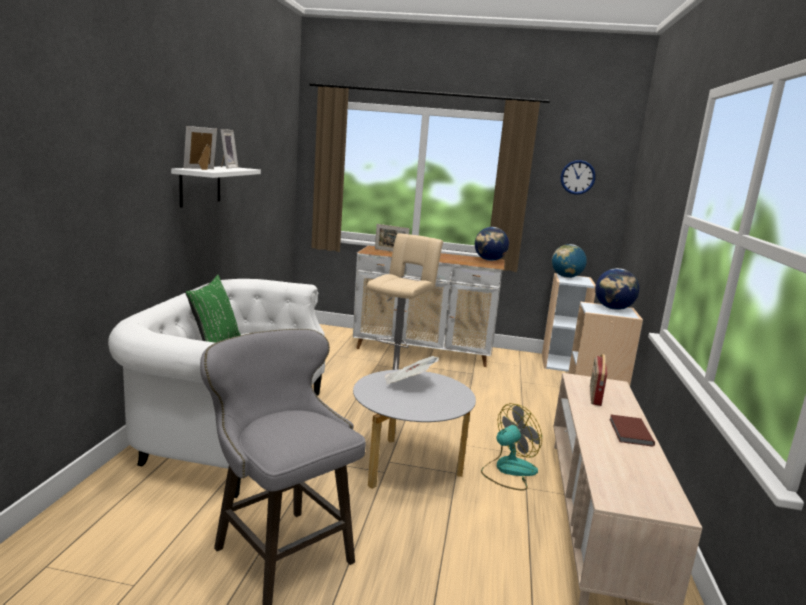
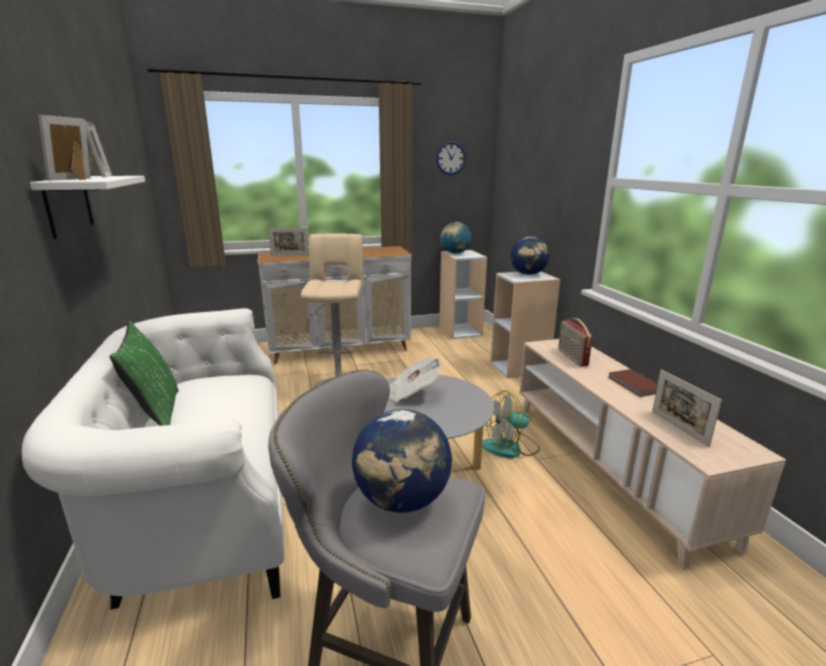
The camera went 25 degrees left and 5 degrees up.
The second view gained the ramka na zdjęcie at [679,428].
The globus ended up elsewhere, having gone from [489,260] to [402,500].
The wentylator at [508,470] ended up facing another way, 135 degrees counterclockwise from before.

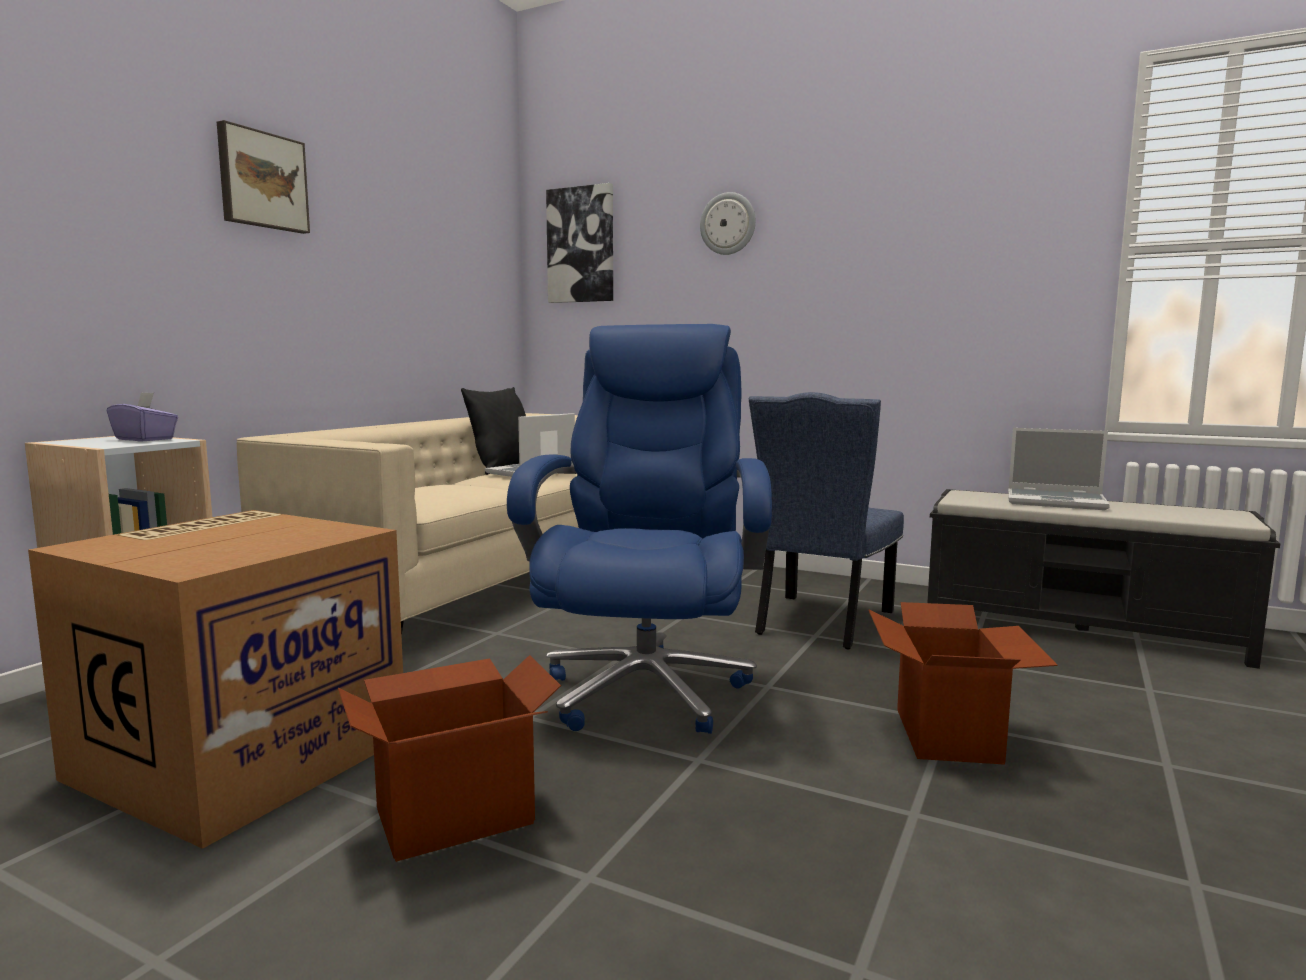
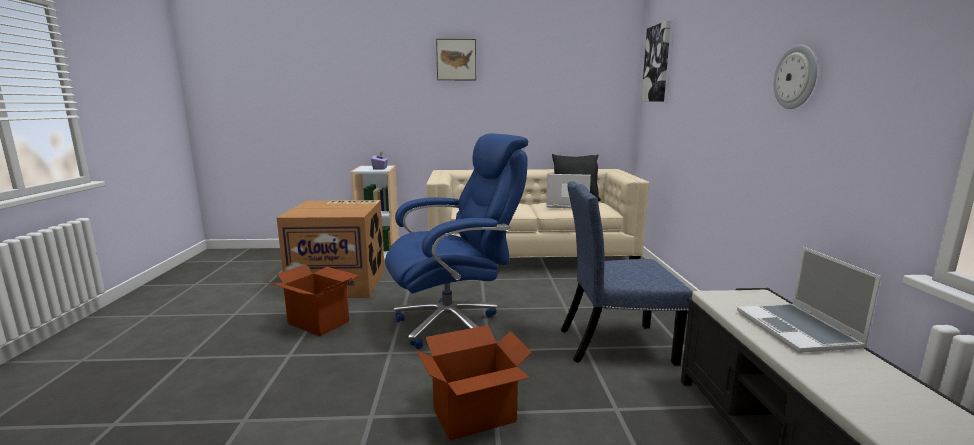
The camera went 60 degrees right and 5 degrees up.
The zegar ścienny ended up elsewhere, having gone from [728,224] to [796,77].

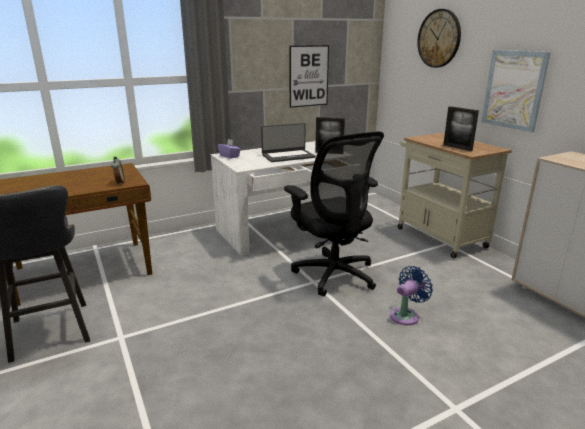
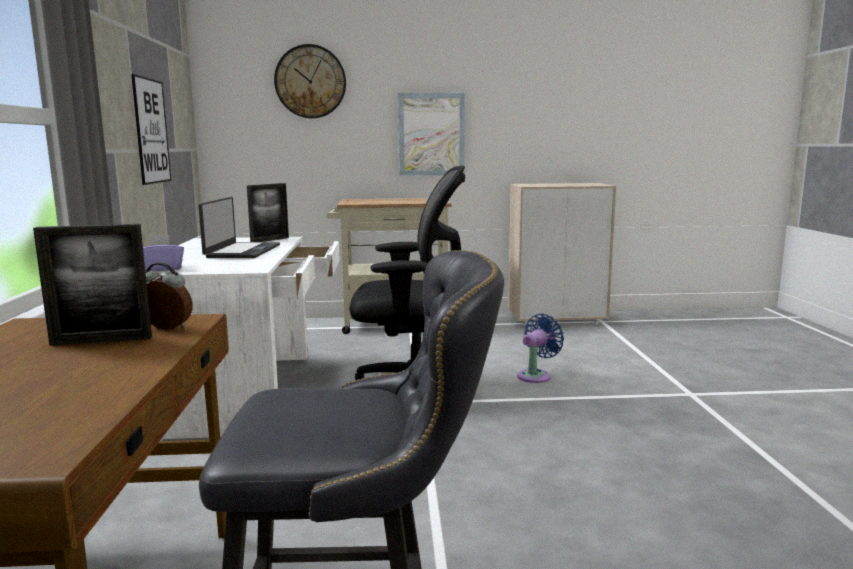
The camera went 65 degrees left and 10 degrees down.
The ramka na zdjęcie ended up elsewhere, having gone from [457,148] to [101,340].
The wentylator [niebieski] at [406,315] ended up facing another way, 60 degrees clockwise from before.

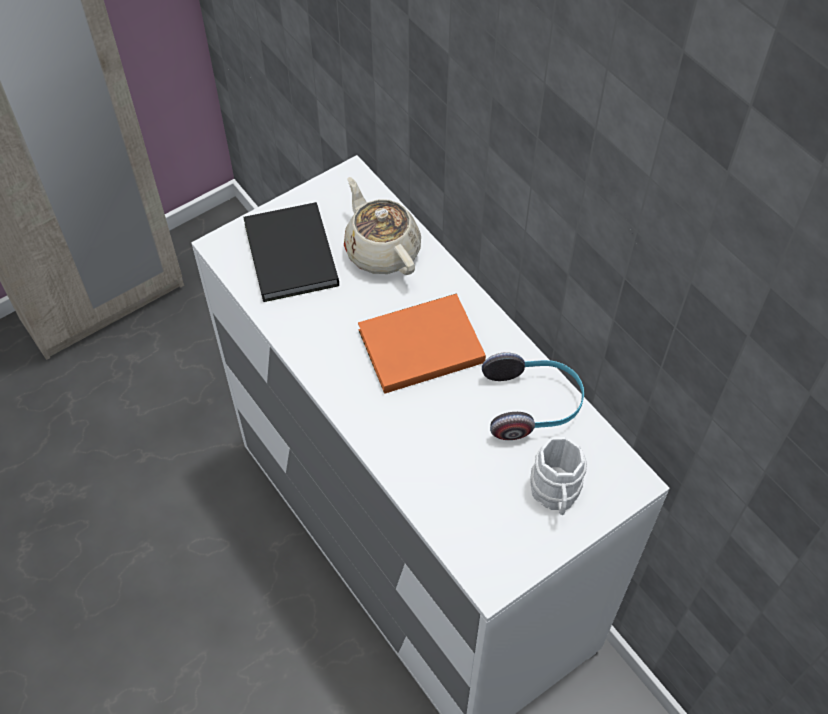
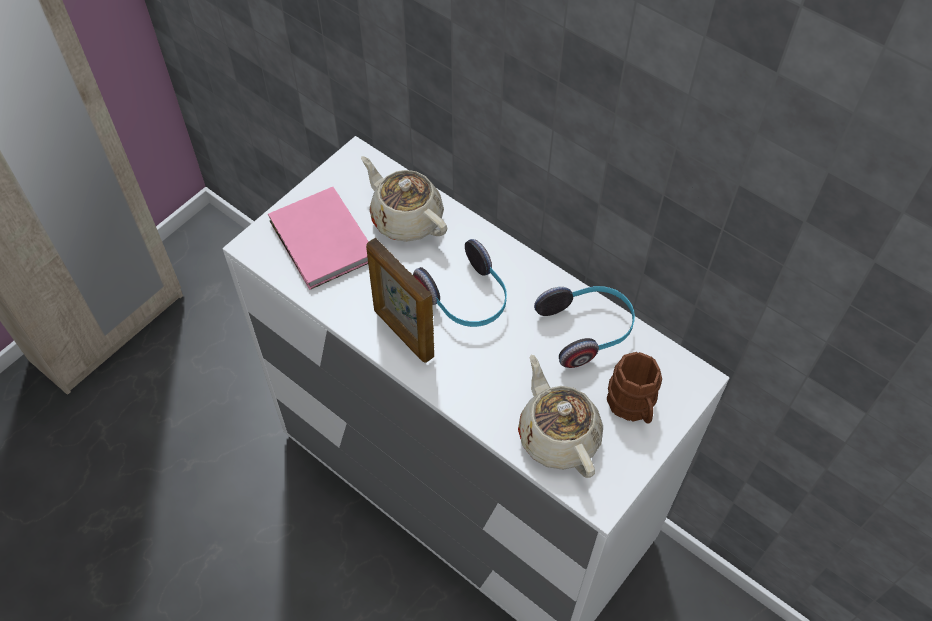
The camera went 15 degrees left and 0 degrees up.
The second view gained the ramka na zdjęcie at [403,333].
The second view gained the imbryk [beżowy] at [558,435].
Where the książka [pomarańczowy] stood at [417,345], the słuchawki came to stand at [466,299].
What was the książka [czarny] at [290,257] turned into the książka [różowy] at [322,243].
What was the kubek [biały] at [555,495] turned into the kubek [brązowy] at [632,407].

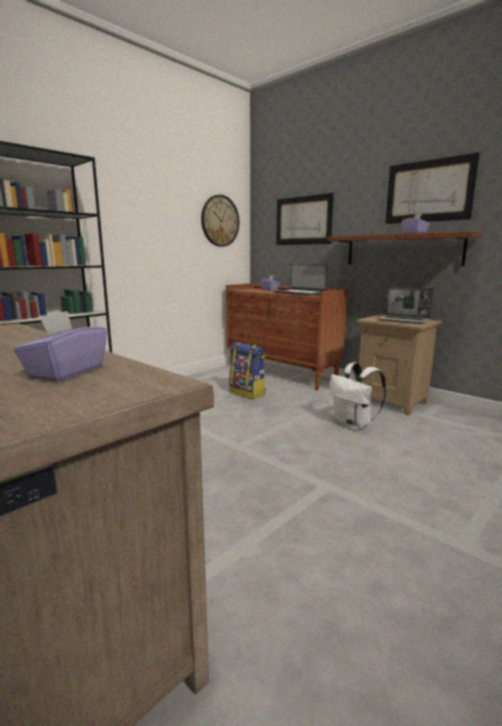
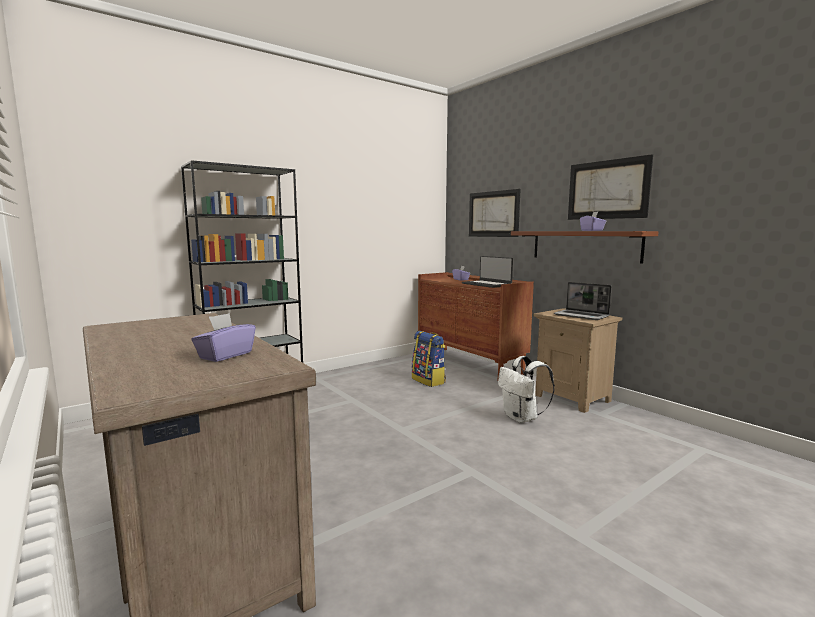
The camera went 10 degrees right and 5 degrees down.
The second view lost the zegar ścienny at [220,221].

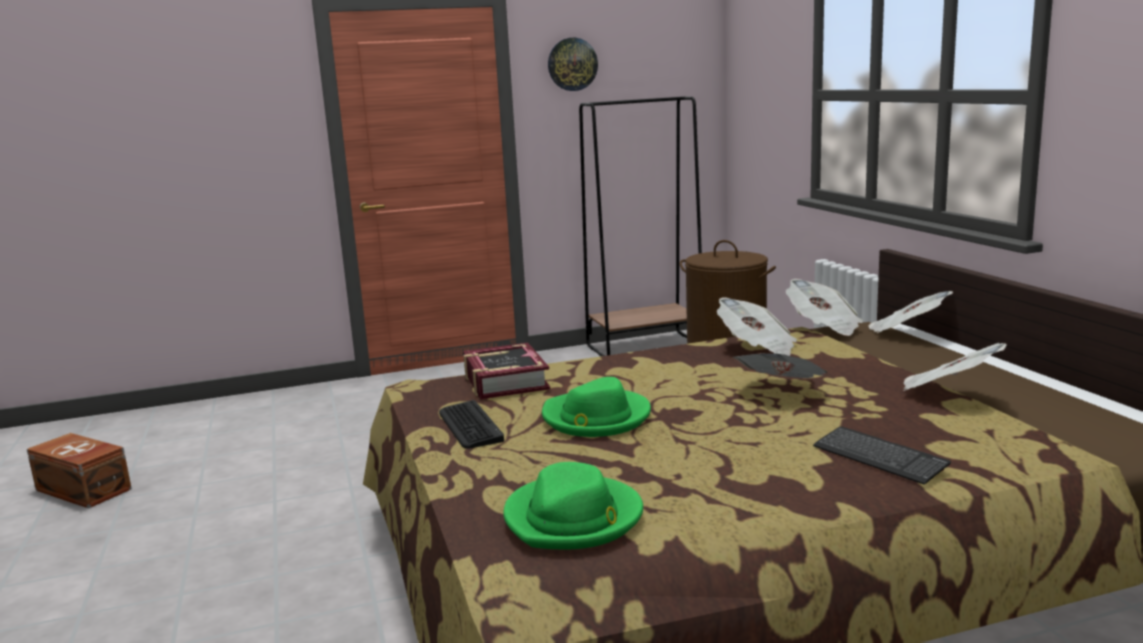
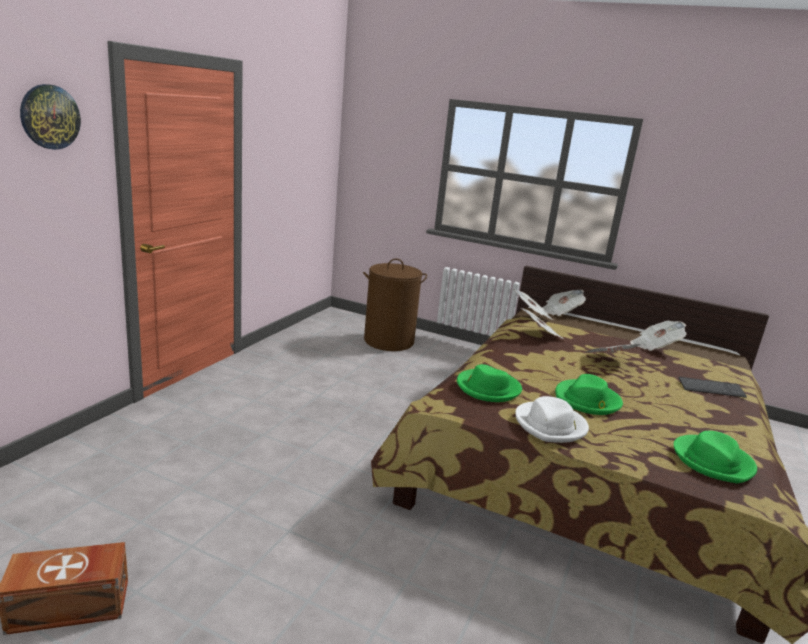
The camera went 50 degrees left and 5 degrees up.
The second view lost the wieszak at [645,347].
The zegar ścienny ended up elsewhere, having gone from [572,64] to [50,117].
Where the klawiatura stood at [469,426], the kapelusz [biały] came to stand at [550,425].
Where the książka stood at [504,381], the kapelusz [zielony] came to stand at [488,388].

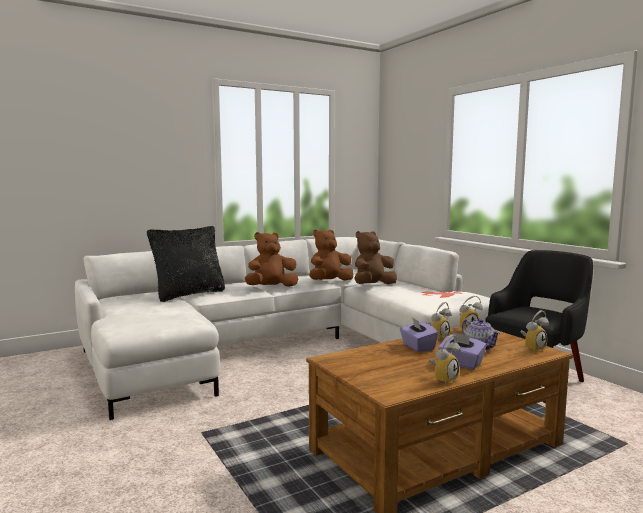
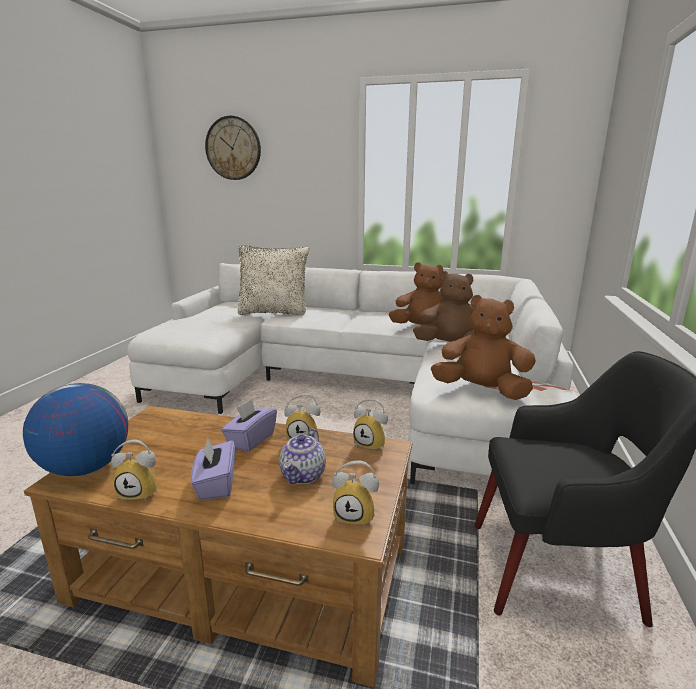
The camera went 45 degrees right and 10 degrees up.
The second view gained the globus at [85,468].
The second view gained the zegar ścienny at [233,148].
The pluszak [brązowy] ended up elsewhere, having gone from [271,287] to [481,391].
What was the poduszka [czarny] at [190,295] turned into the poduszka [beżowy] at [274,313].

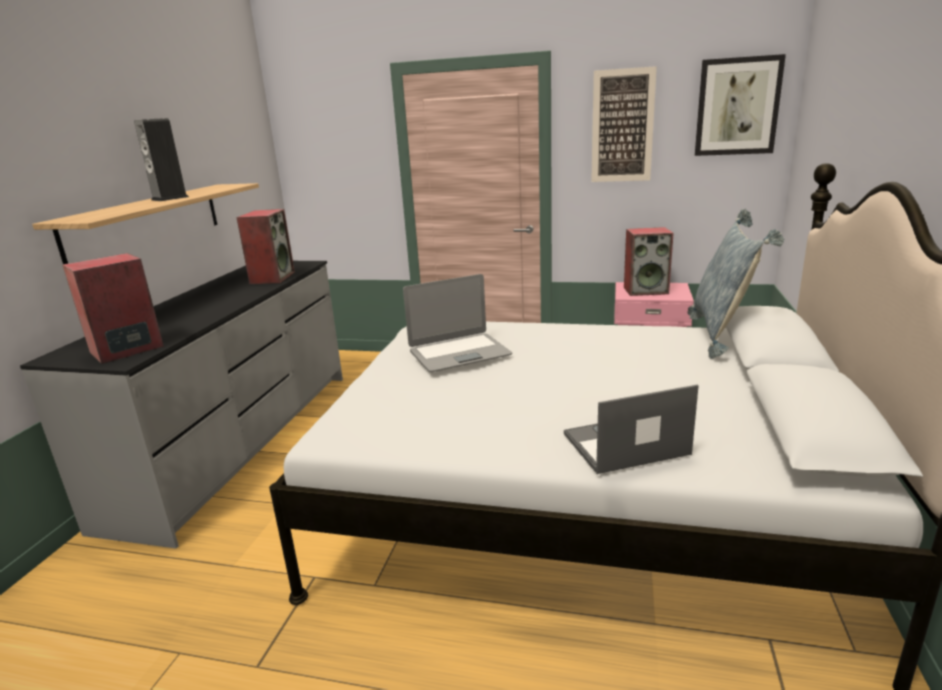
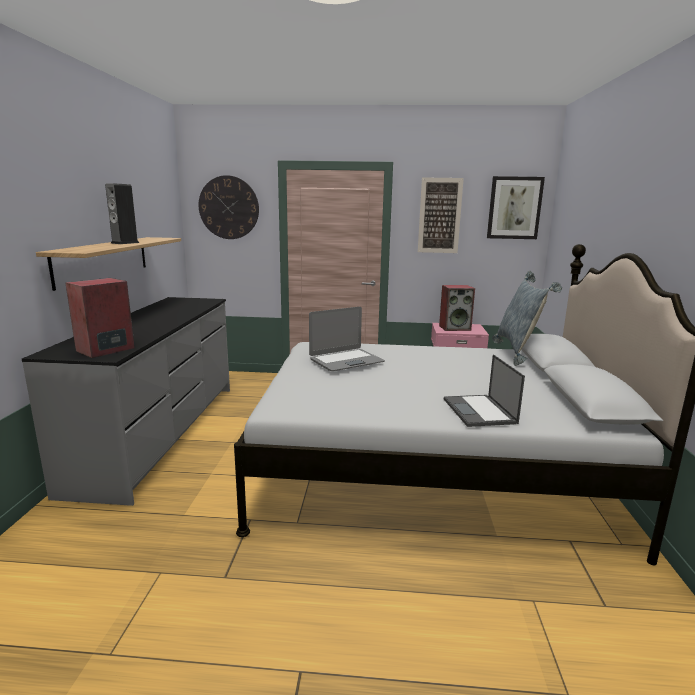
The camera went 10 degrees left and 5 degrees down.
The second view lost the głośnik at [272,278].
The second view gained the zegar ścienny at [229,207].
The laptop at [624,444] ended up facing another way, 75 degrees counterclockwise from before.

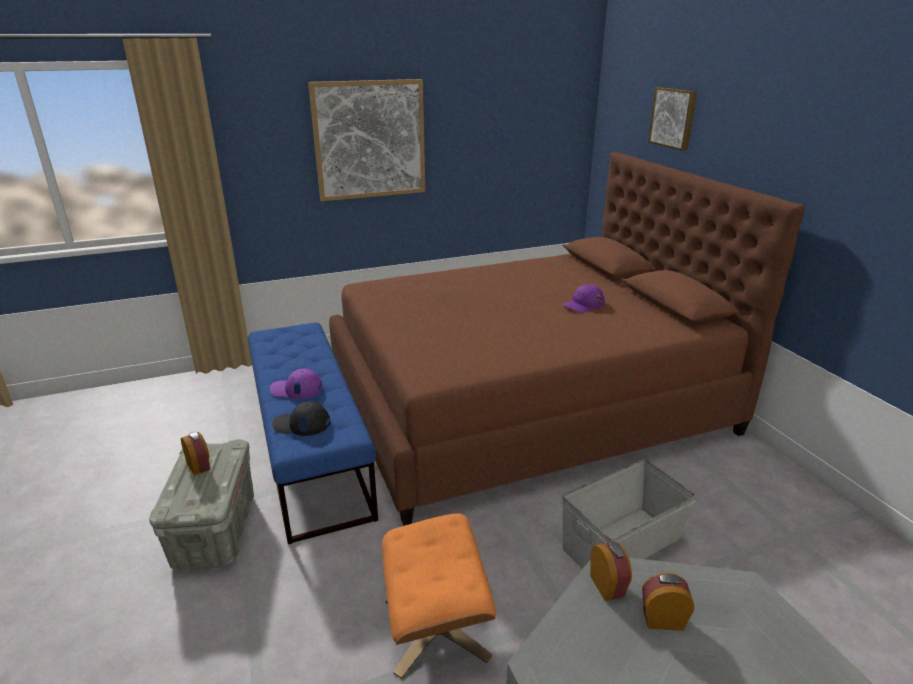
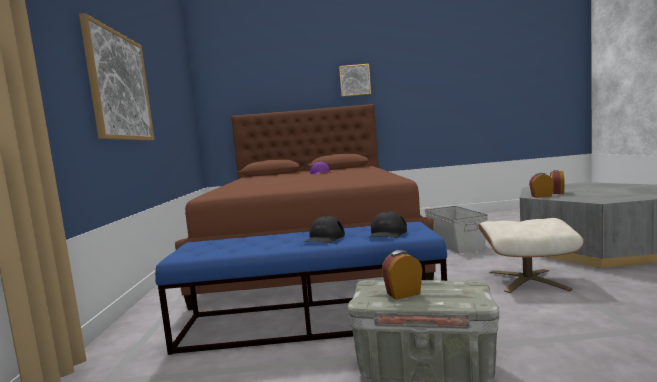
The camera went 70 degrees left and 20 degrees down.
The obraz ended up elsewhere, having gone from [674,118] to [355,80].
What was the czapka z daszkiem [fioletowy] at [296,389] turned into the czapka z daszkiem [czarny] at [324,238].
What was the pufa [pomarańczowy] at [437,628] turned into the pufa [beżowy] at [527,280].

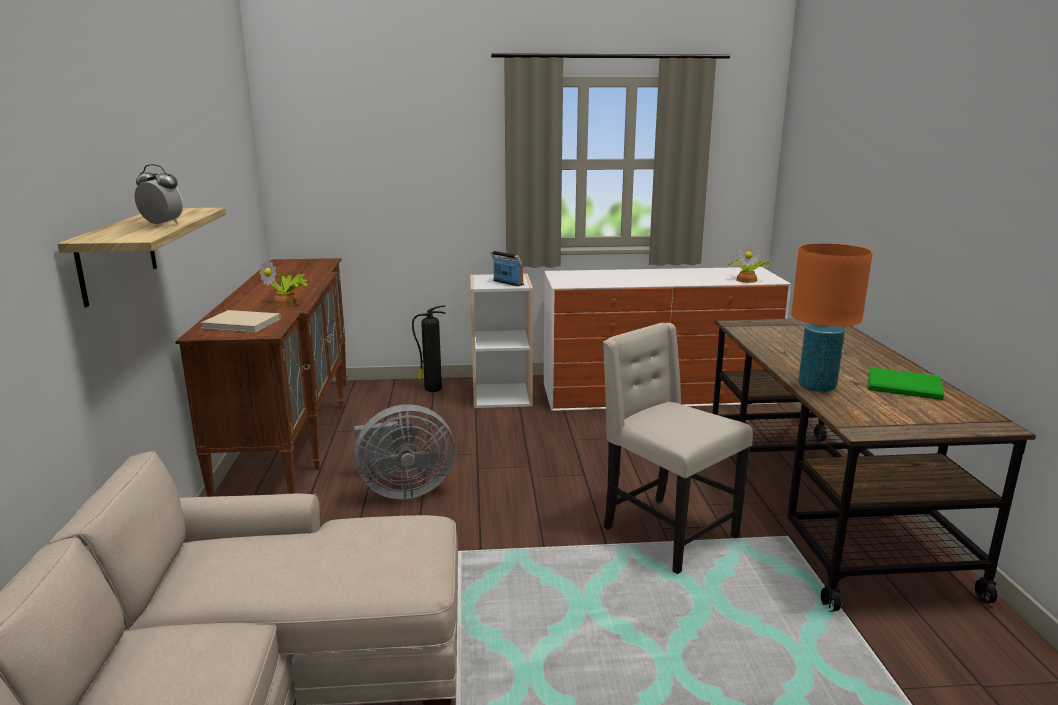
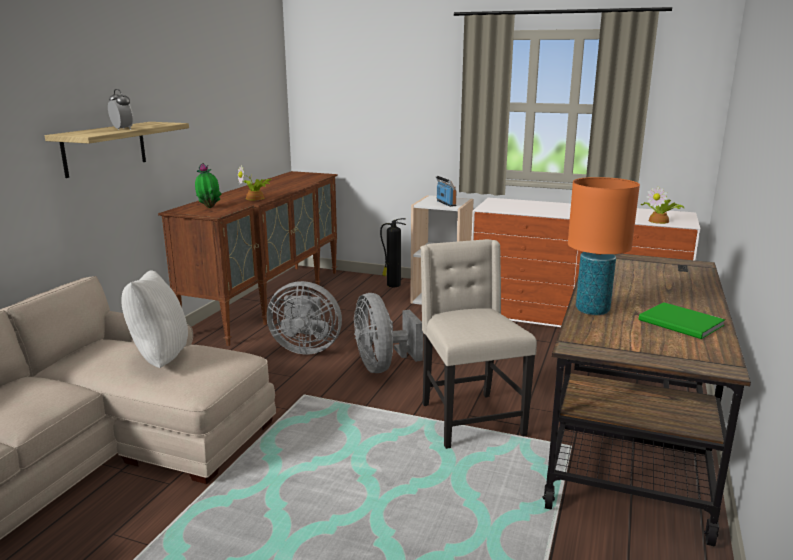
The camera went 25 degrees right and 0 degrees up.
The second view gained the poduszka [biały] at [159,359].
The second view gained the wentylator [szary] at [382,366].
Where the książka [beżowy] stood at [241,323], the roślina doniczkowa came to stand at [209,207].

